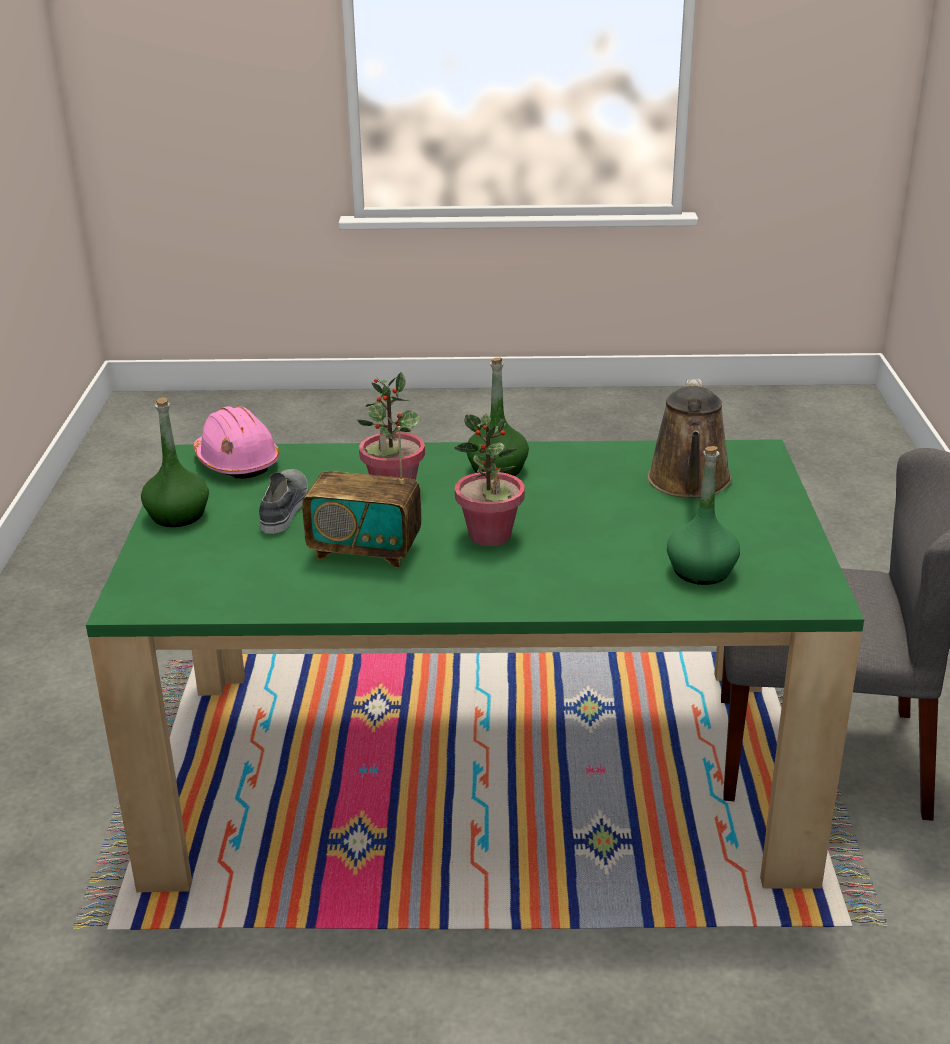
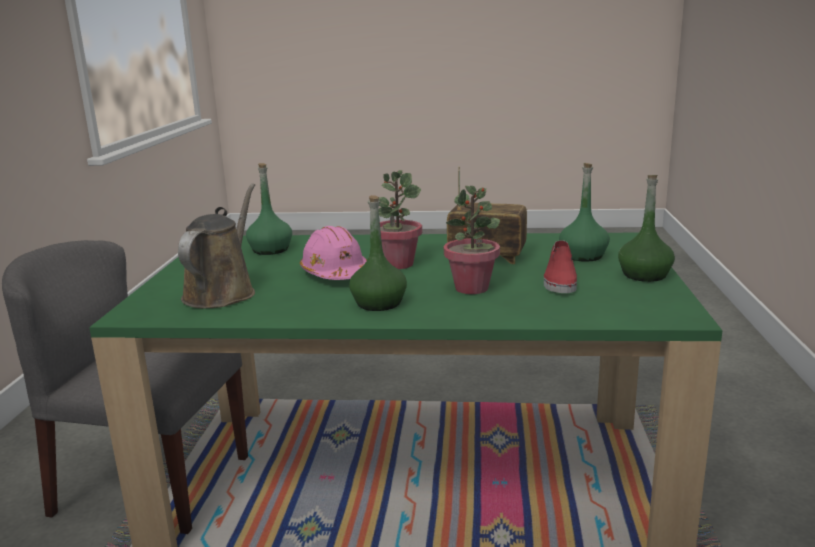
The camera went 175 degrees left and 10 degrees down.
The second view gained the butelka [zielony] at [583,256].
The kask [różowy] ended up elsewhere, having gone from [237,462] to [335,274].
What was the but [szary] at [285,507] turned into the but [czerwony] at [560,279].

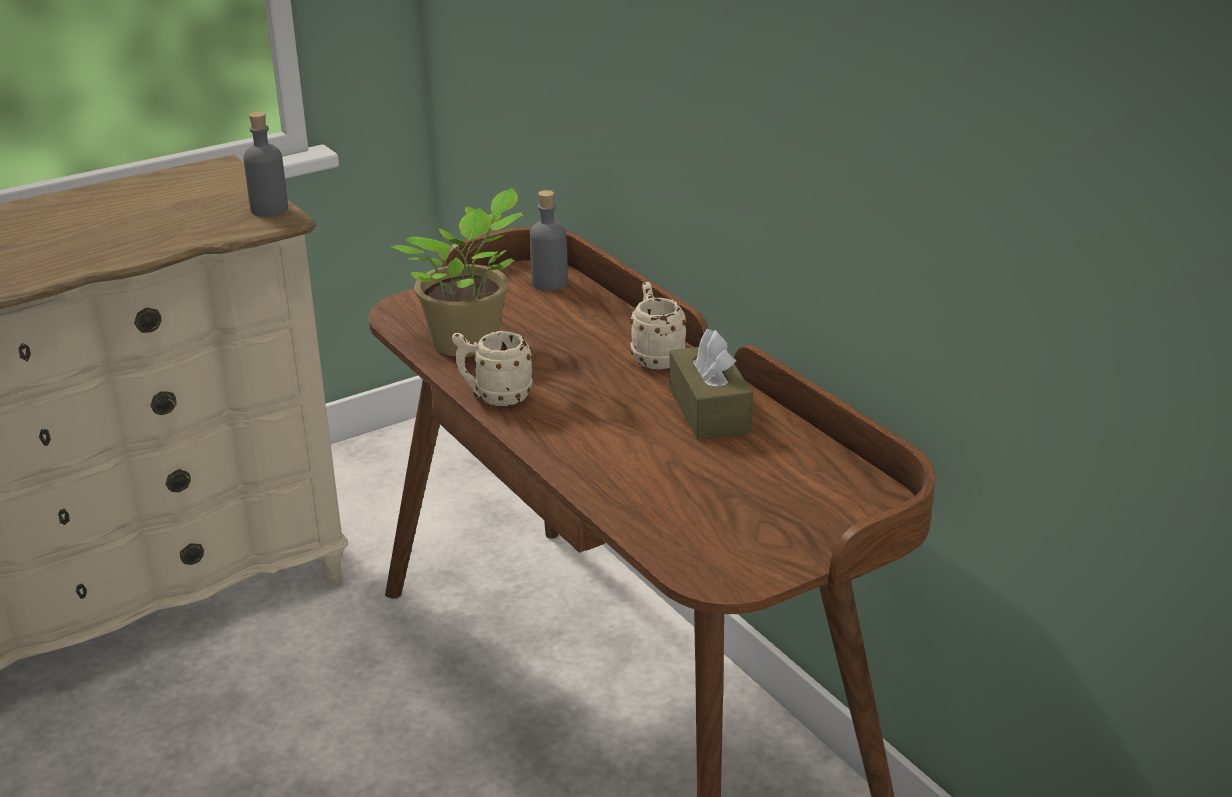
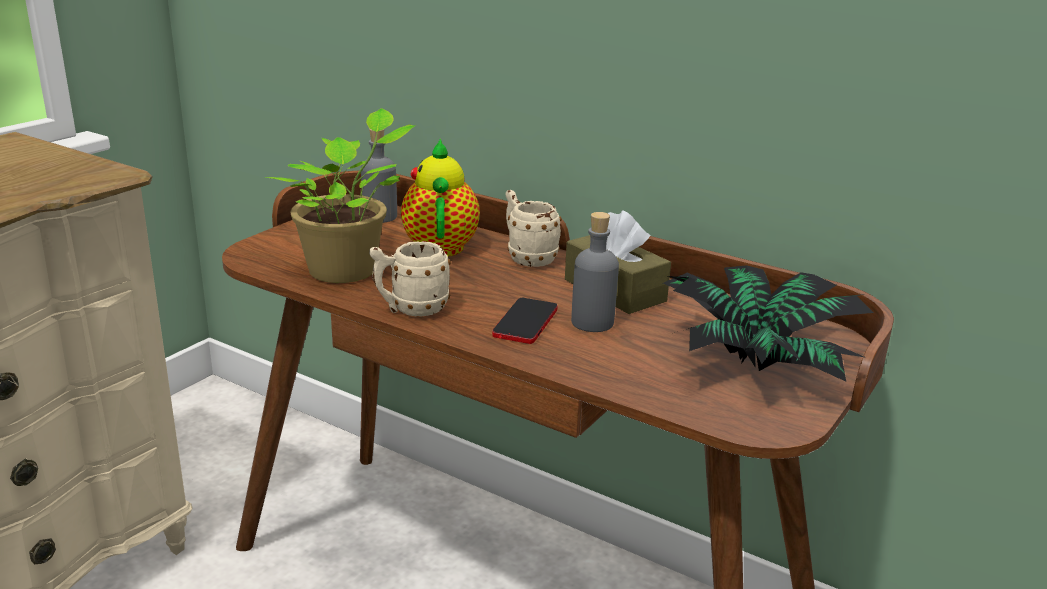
The camera went 25 degrees left and 5 degrees down.
The second view gained the imbryk at [440,245].
The second view gained the telefon at [525,322].
The second view gained the roślina doniczkowa at [754,361].
The butelka [szary] ended up elsewhere, having gone from [269,209] to [592,322].

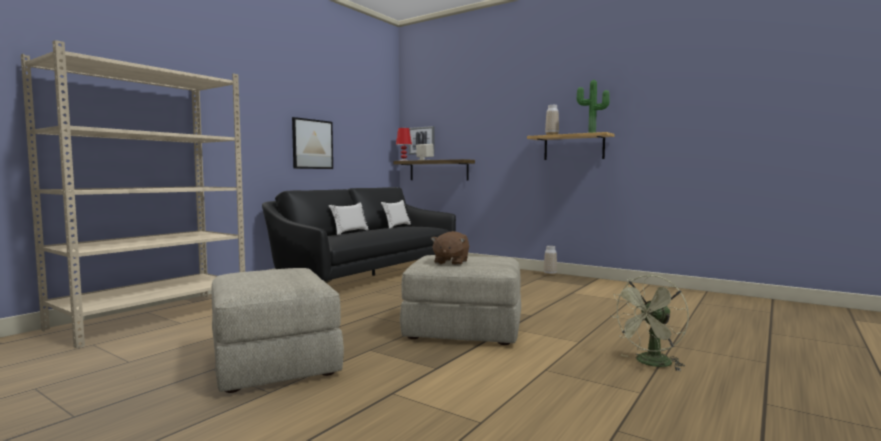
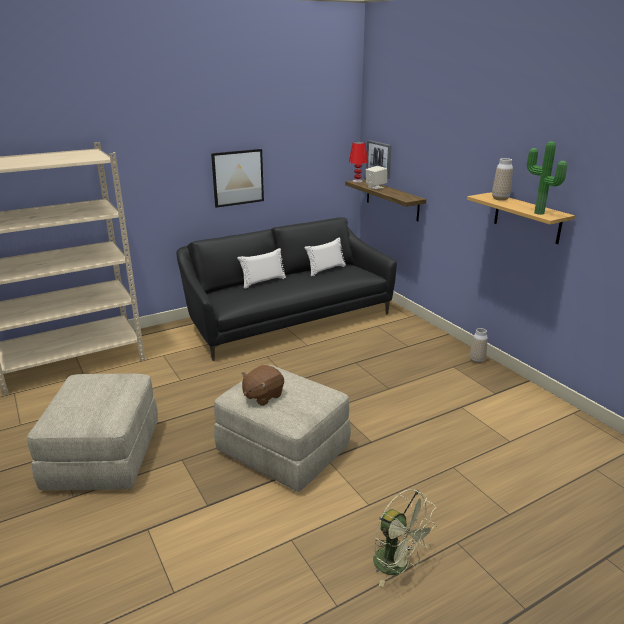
The camera went 25 degrees right and 20 degrees up.
The wentylator [zielony] at [650,363] ended up facing another way, 120 degrees counterclockwise from before.

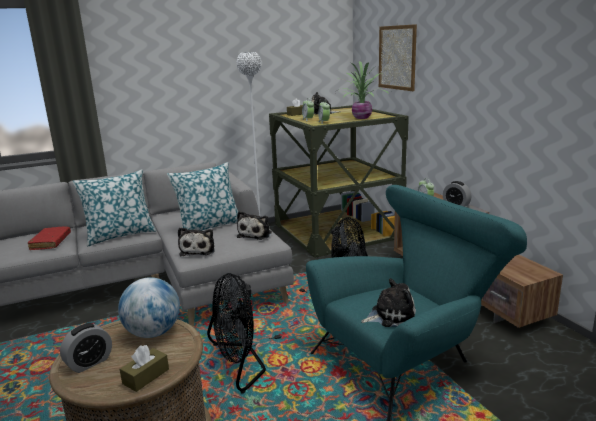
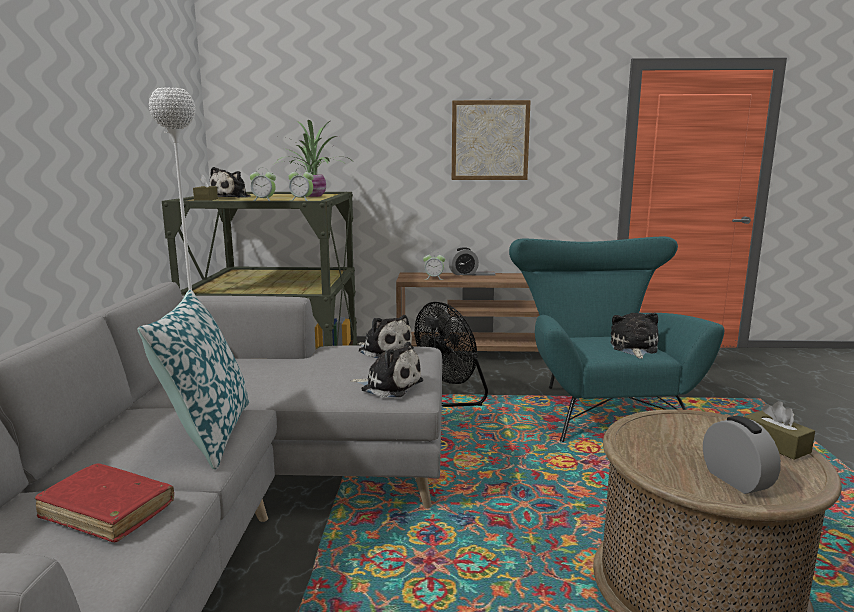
The camera went 65 degrees left and 5 degrees down.
The second view lost the globus at [153,333].
The second view lost the poduszka at [209,226].
The second view lost the wentylator [czarny] at [243,360].
The obraz ended up elsewhere, having gone from [397,57] to [490,139].

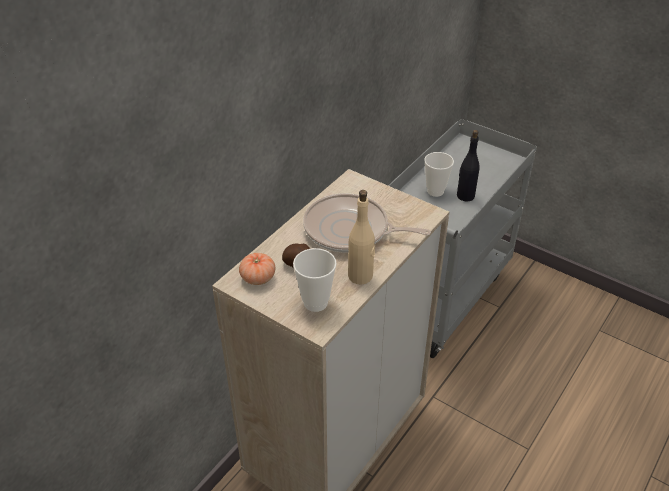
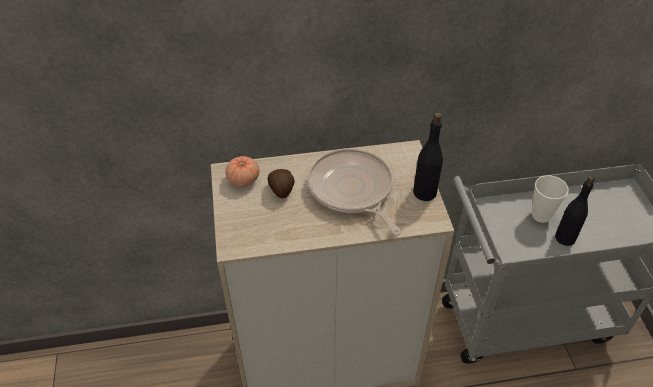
The camera went 45 degrees right and 5 degrees up.
The second view lost the filiżanka at [315,302].
The second view lost the butelka [beżowy] at [360,276].
The second view gained the butelka [czarny] at [424,192].

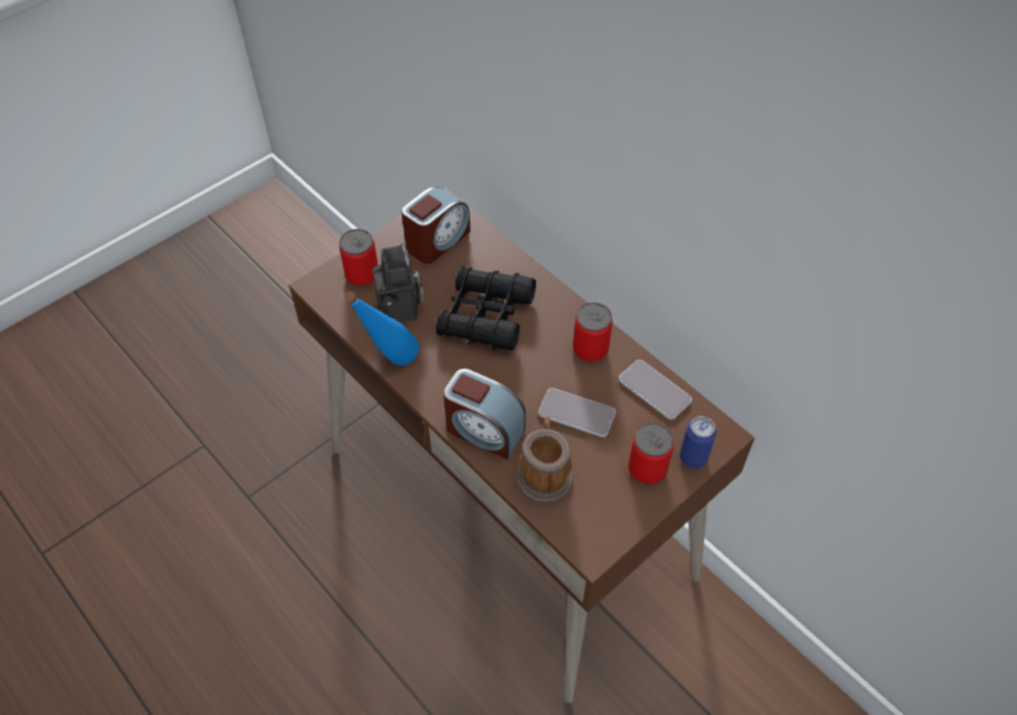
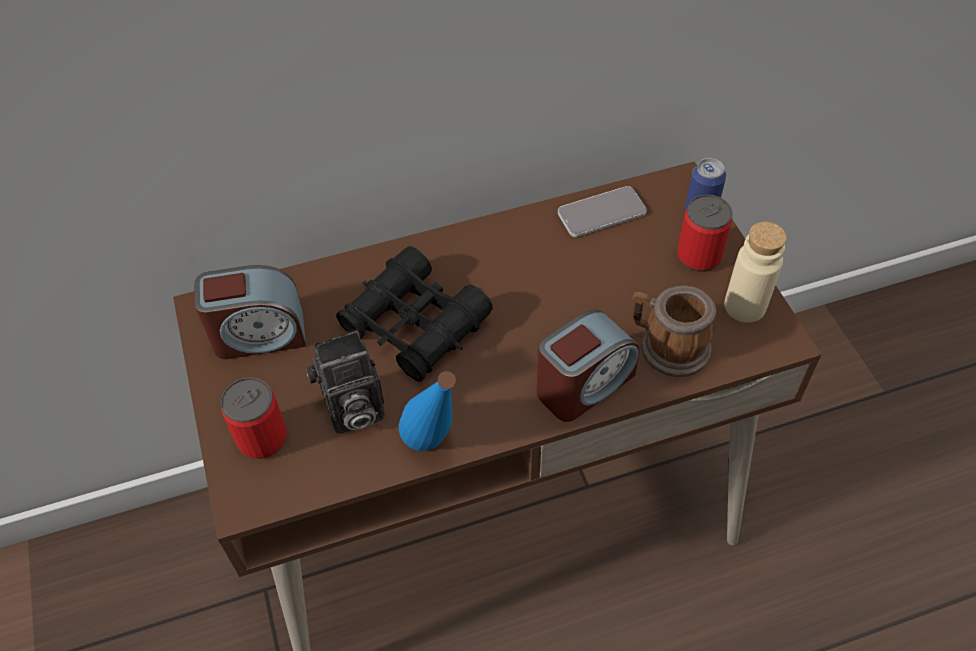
The camera went 65 degrees left and 0 degrees up.
The second view lost the telefon at [576,413].
The second view lost the puszka at [590,349].
The second view gained the butelka [beżowy] at [745,306].
The aparat fotograficzny at [401,310] ended up facing another way, 150 degrees clockwise from before.
The budzik at [437,241] ended up facing another way, 105 degrees clockwise from before.

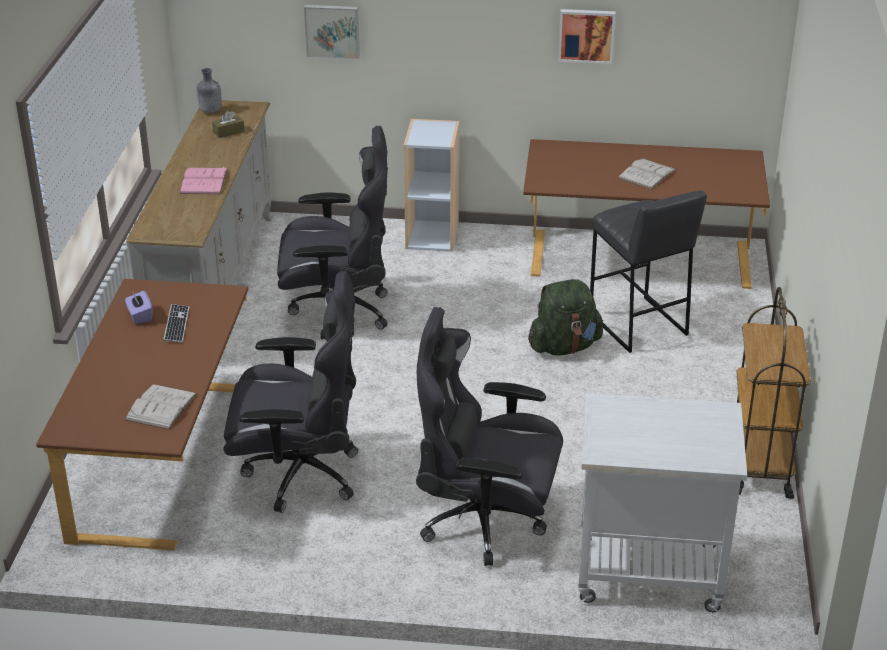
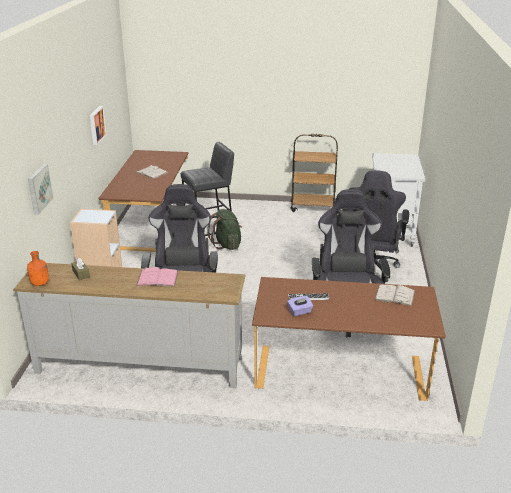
The camera went 90 degrees left and 5 degrees down.
What was the butelka [szary] at [210,111] turned into the butelka [pomarańczowy] at [40,284].

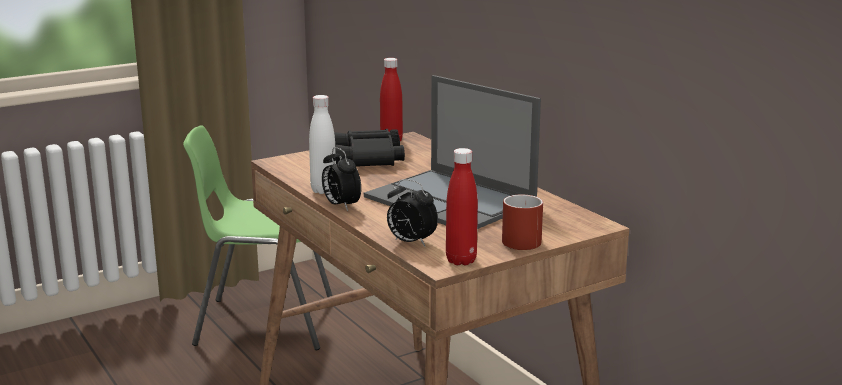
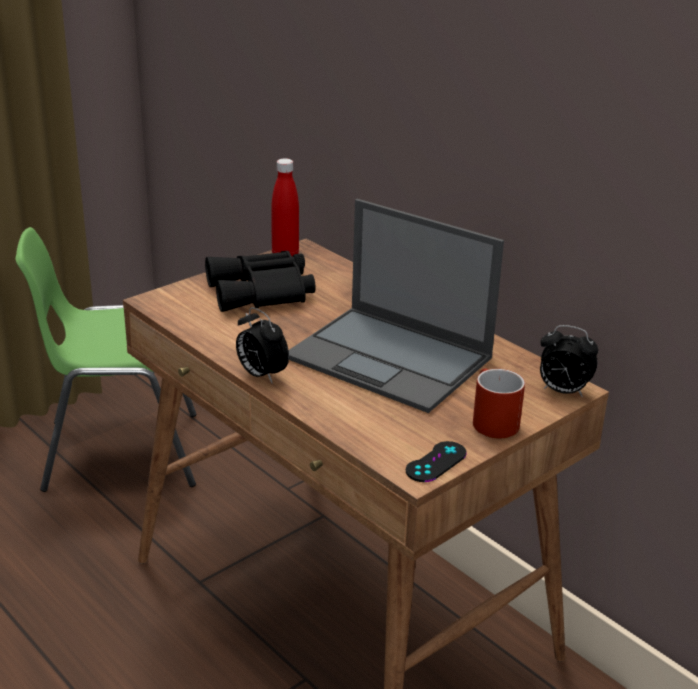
The camera went 10 degrees left and 10 degrees up.
The second view lost the butelka [biały] at [323,190].
The budzik ended up elsewhere, having gone from [410,242] to [562,391].
Where the butelka [czerwony] stood at [461,260], the pad do gier [czarny] came to stand at [436,462].

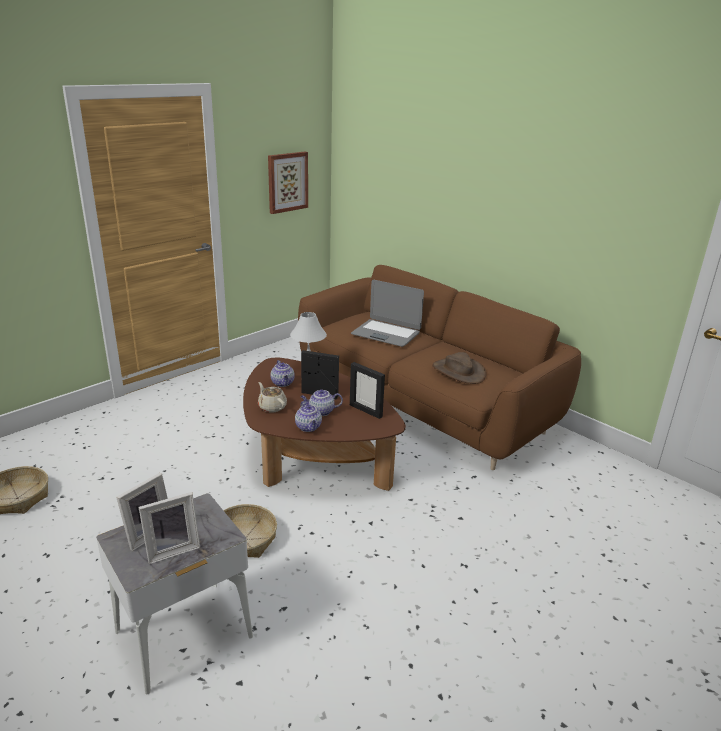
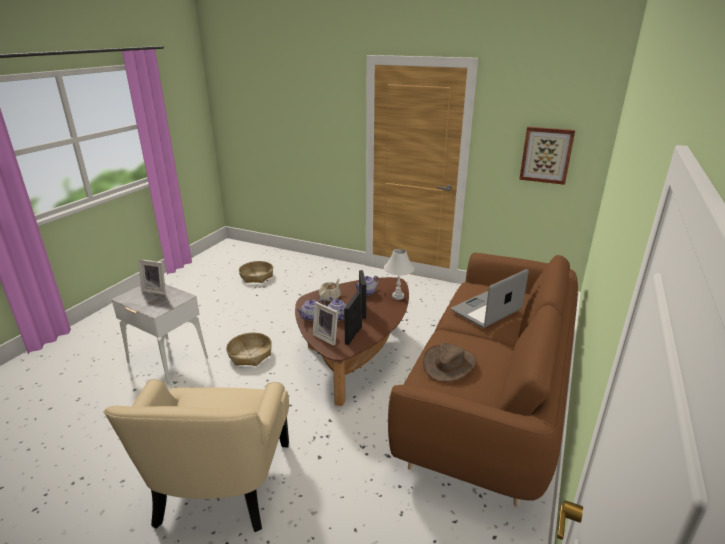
The camera went 70 degrees right and 0 degrees up.
The second view gained the fotel [beżowy] at [221,484].
The ramka na zdjęcie ended up elsewhere, having gone from [172,549] to [327,337].
The laptop at [386,333] ended up facing another way, 45 degrees clockwise from before.

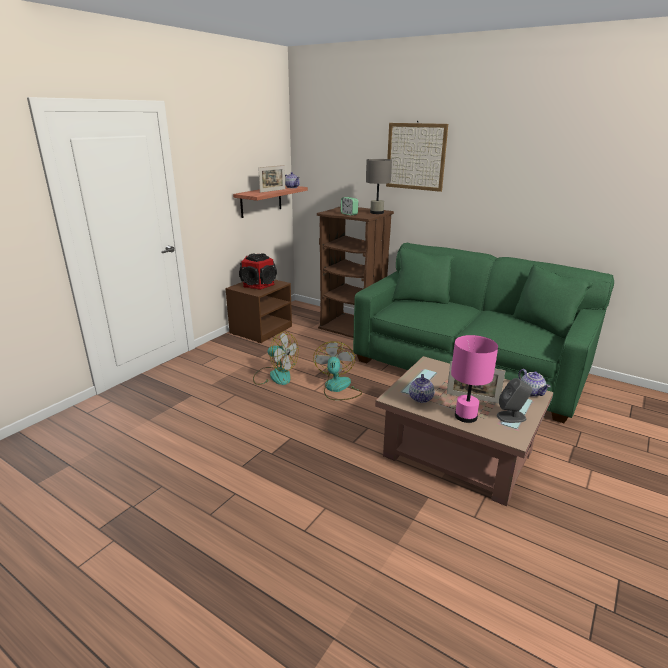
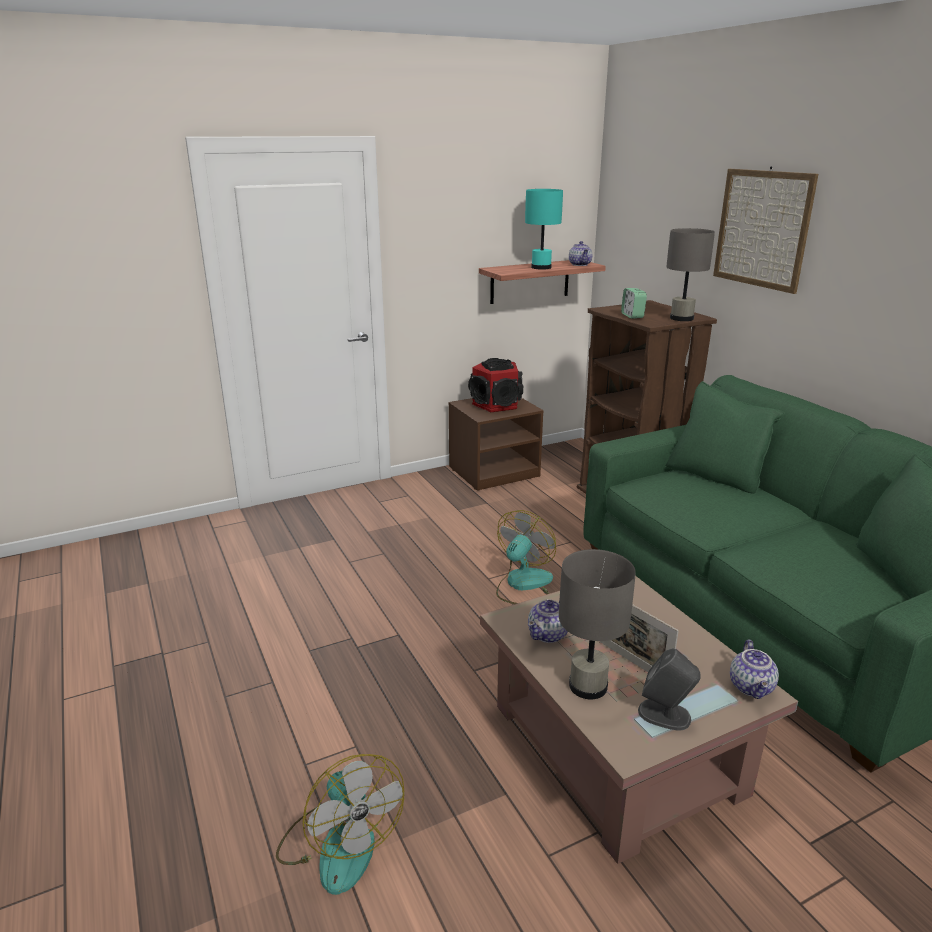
The camera went 30 degrees right and 0 degrees up.
The wentylator ended up elsewhere, having gone from [275,375] to [339,843].
Where the ramka na zdjęcie stood at [272,190], the lampa stołowa [turkusowy] came to stand at [541,267].
What was the lampa stołowa [różowy] at [466,416] turned into the lampa stołowa [szary] at [589,686].

